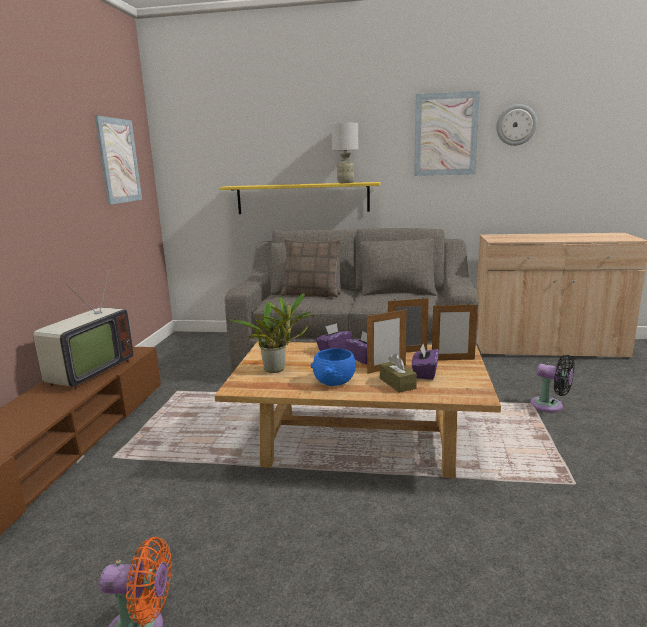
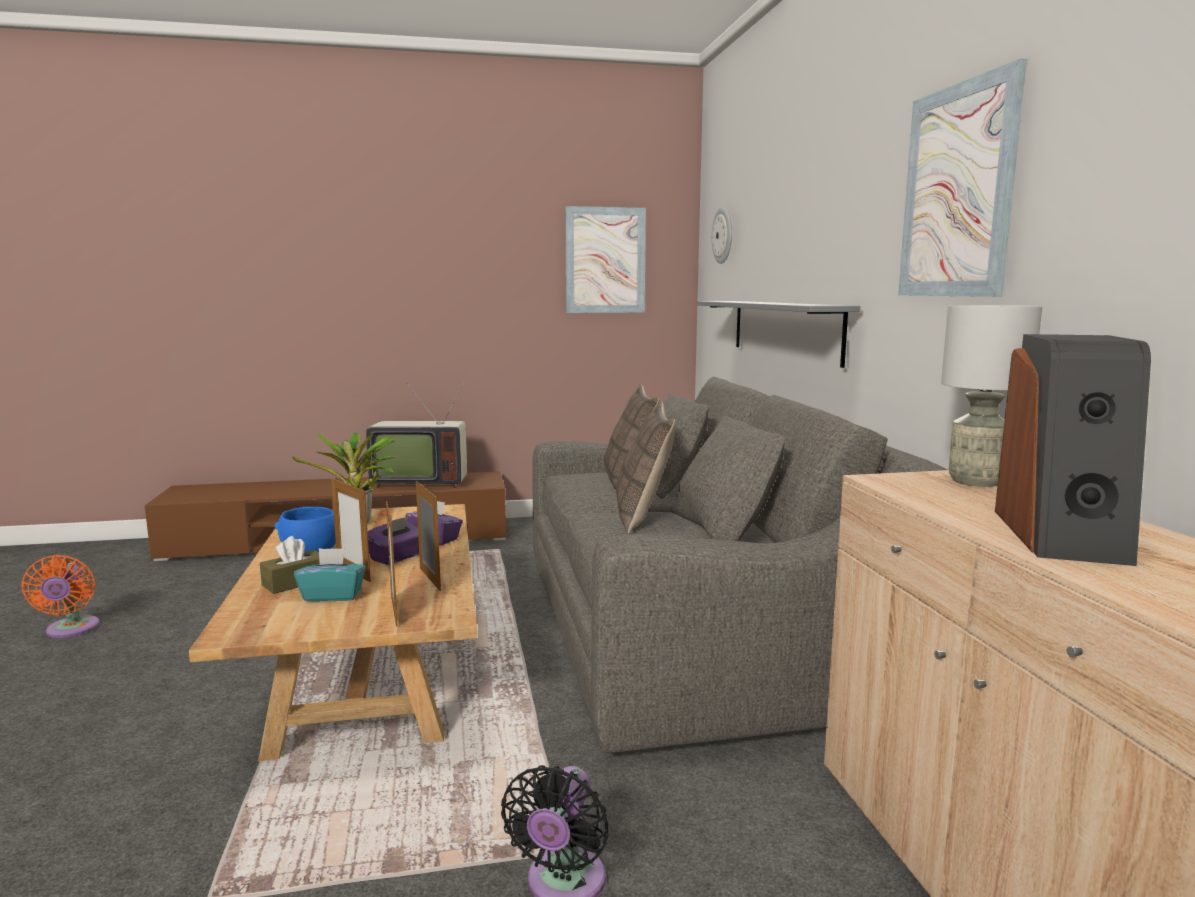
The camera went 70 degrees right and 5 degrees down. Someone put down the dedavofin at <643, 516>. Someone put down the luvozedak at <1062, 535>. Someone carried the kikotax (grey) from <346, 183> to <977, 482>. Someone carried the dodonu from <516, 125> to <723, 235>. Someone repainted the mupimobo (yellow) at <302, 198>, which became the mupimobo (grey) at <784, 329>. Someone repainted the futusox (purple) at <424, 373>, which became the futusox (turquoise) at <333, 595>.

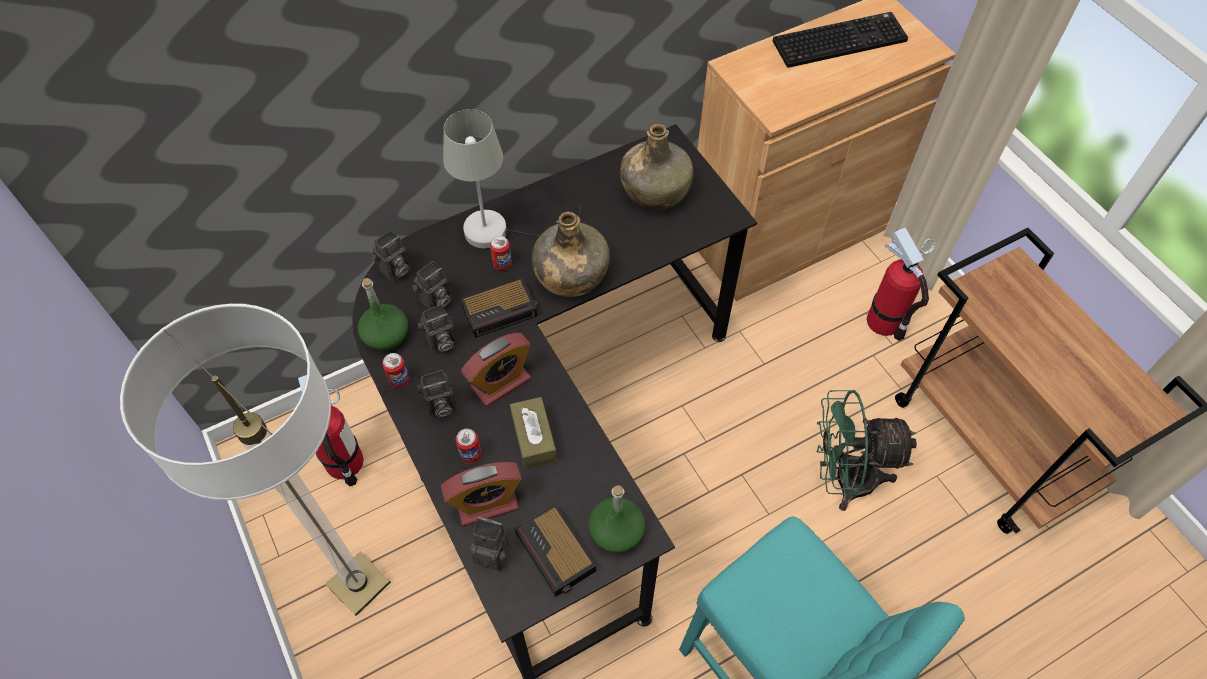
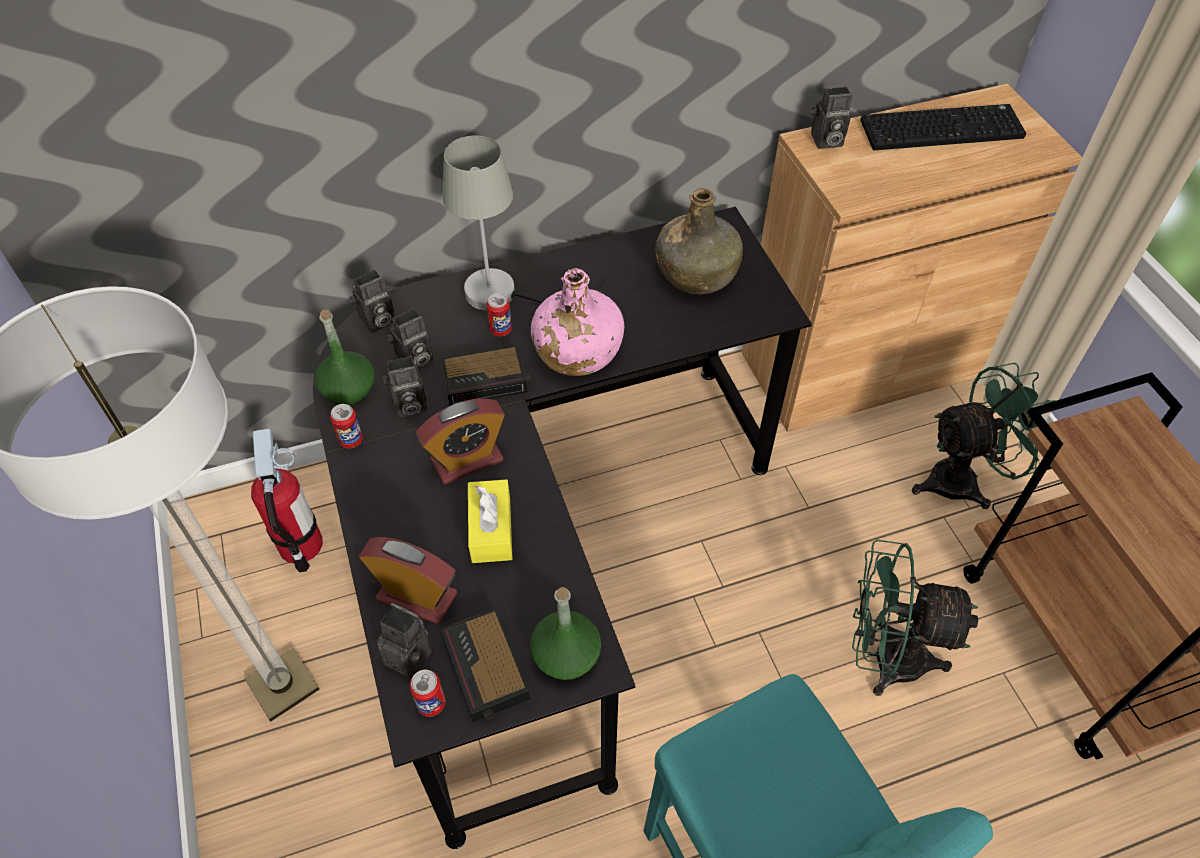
The camera went 10 degrees right and 5 degrees down. Someone carried the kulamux from <440, 406> to <825, 141>. Someone carried the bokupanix from <471, 455> to <431, 703>. Someone swapped the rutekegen at <884, 321> for the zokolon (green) at <963, 480>. Someone repainted the futusox (brown) at <534, 438>, which became the futusox (yellow) at <491, 529>. Someone repainted the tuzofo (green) at <570, 274>, which became the tuzofo (pink) at <577, 351>. Someone rotated the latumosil at <487, 504> by 150 degrees counterclockwise.

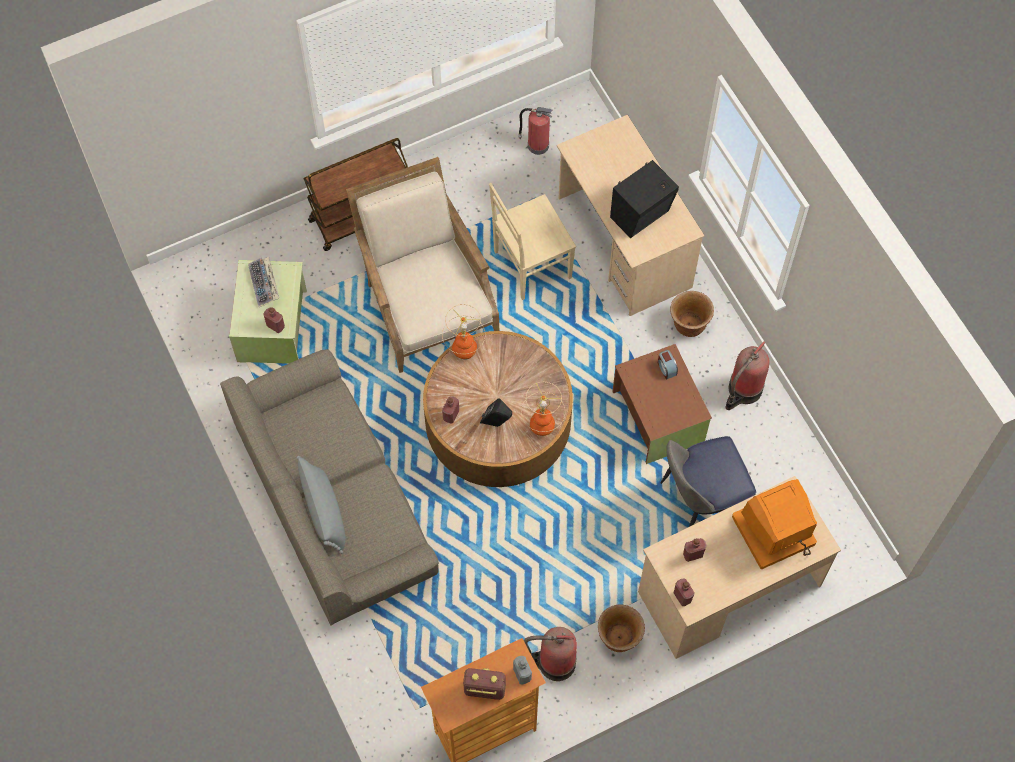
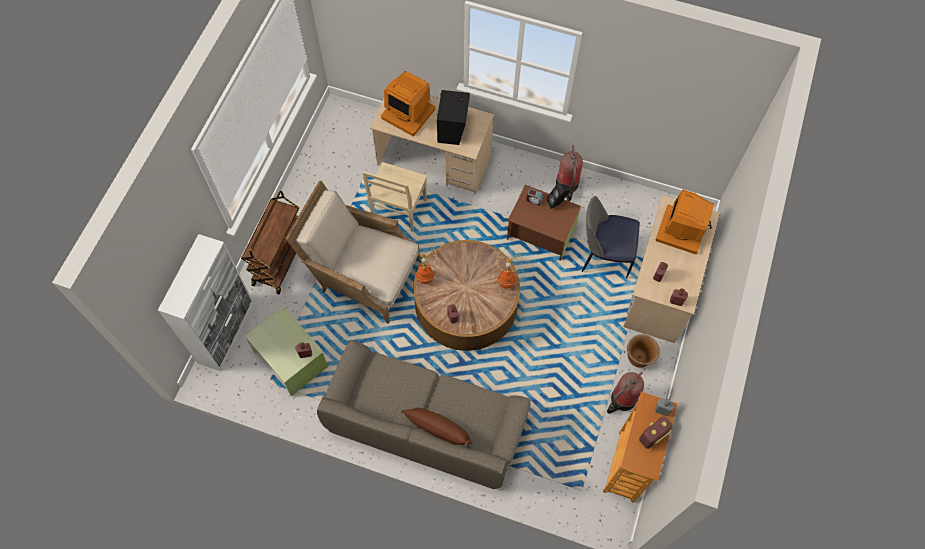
The camera went 45 degrees left and 0 degrees up. Someone took away the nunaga at <264, 284>. Someone took away the rutekegen at <537, 145>. Someone took away the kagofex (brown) at <689, 326>. Someone put down the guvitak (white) at <226, 332>. Someone put down the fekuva at <409, 113>. Someone carried the luvozedak (black) from <497, 423> to <557, 203>. Someone repainted the dedavofin (grey) at <324, 511>, which became the dedavofin (brown) at <438, 429>. Someone rotated the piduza at <700, 501> by 75 degrees clockwise.

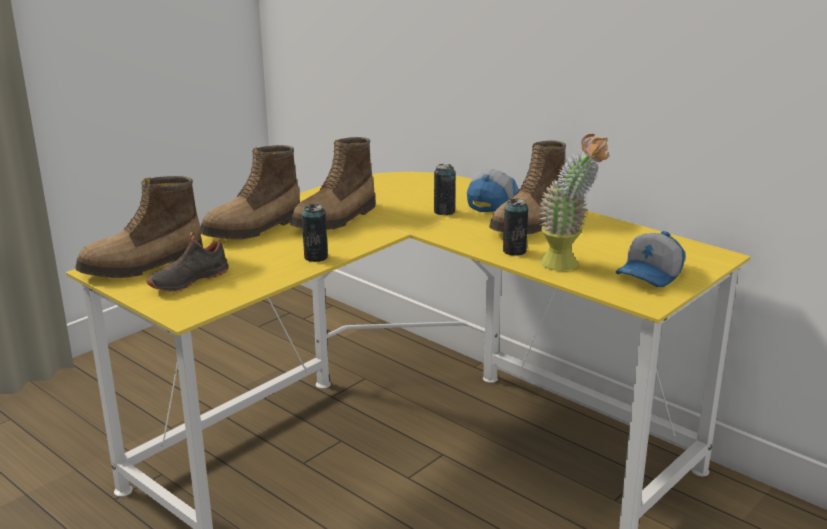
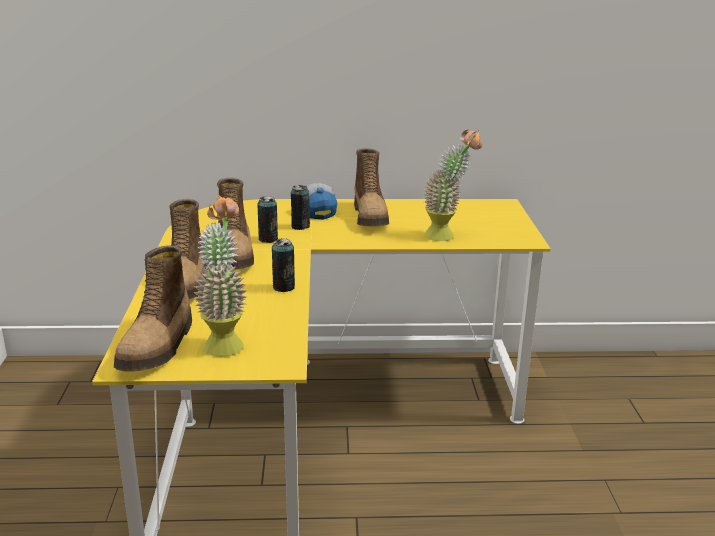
The camera went 45 degrees left and 0 degrees up. Someone took away the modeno at <651, 275>. Someone carried the bokupanix from <514, 251> to <268, 239>. Someone swapped the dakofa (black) at <188, 280> for the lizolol at <225, 341>.

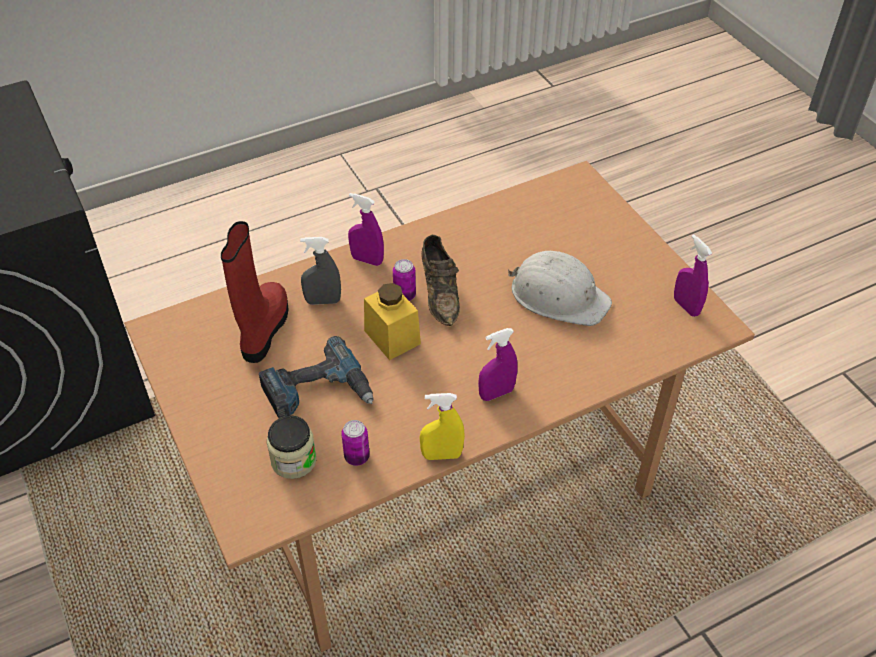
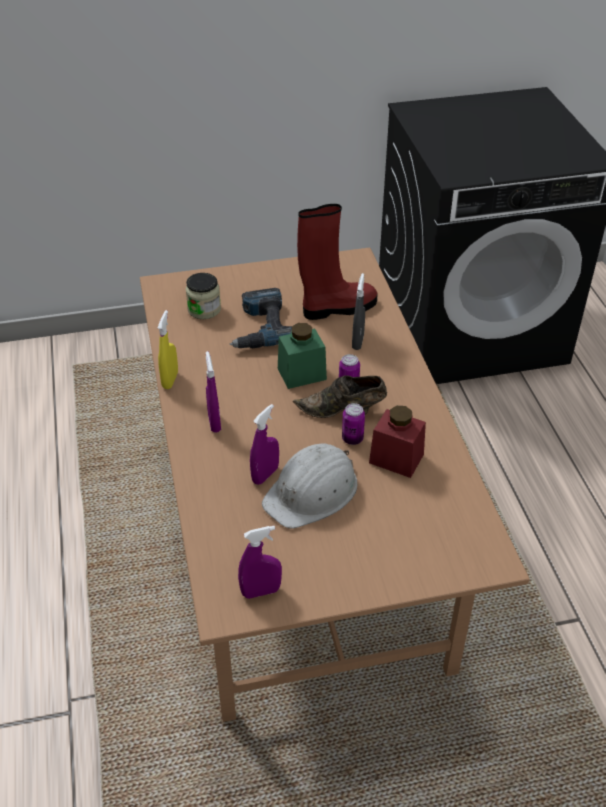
The camera went 105 degrees right and 5 degrees down. Someone put down the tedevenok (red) at <396, 458>. Someone carried the bokupanix from <357, 457> to <352, 439>. Someone carried the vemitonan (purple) from <367, 260> to <265, 475>. Someone repainted the tedevenok (yellow) at <392, 337>, which became the tedevenok (green) at <301, 374>. Someone rotated the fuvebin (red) at <263, 329> by 45 degrees counterclockwise.

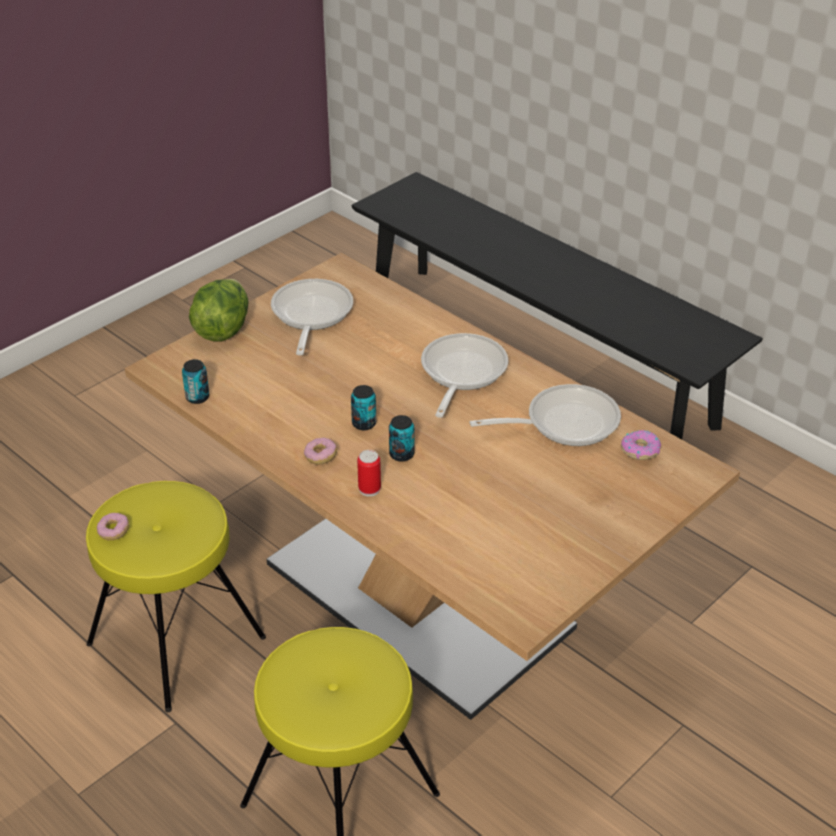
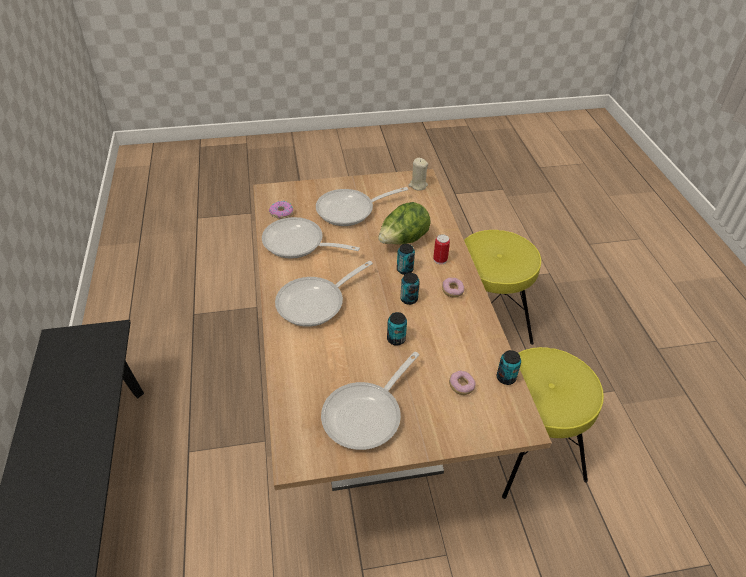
The camera went 145 degrees left and 5 degrees up. Someone put down the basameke at <350, 210>. Someone put down the bokupanix at <396, 339>. Someone put down the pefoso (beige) at <418, 185>. Someone carried the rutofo from <114, 531> to <461, 386>. Someone carried the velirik from <222, 329> to <403, 241>.

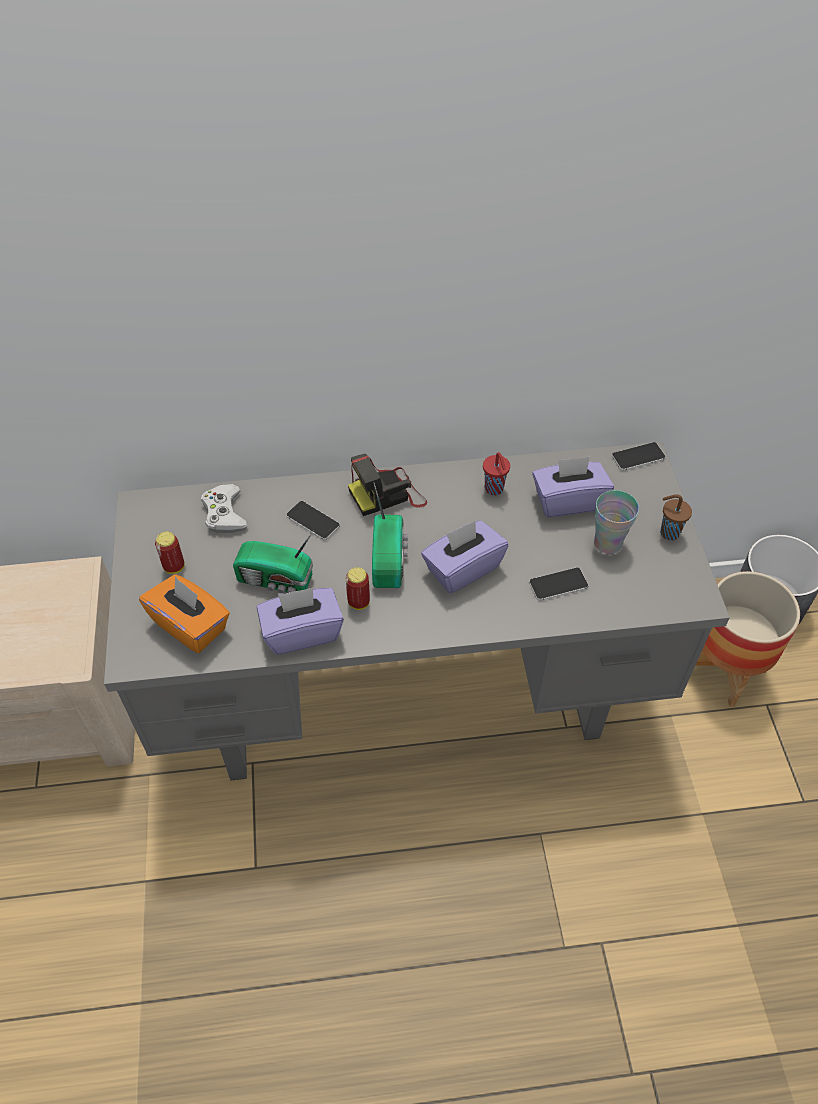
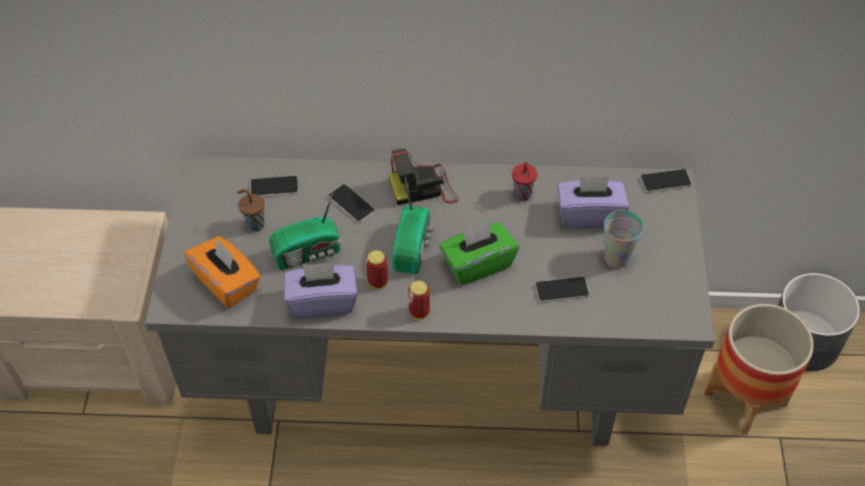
The camera went 10 degrees right and 0 degrees up. Someone carried the bokupanix from <174, 567> to <419, 312>. Someone carried the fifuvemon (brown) from <668, 533> to <254, 224>. Someone swapped the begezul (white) at <224, 513> for the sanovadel at <274, 187>. Someone repainted the futusox (purple) at <462, 568>, which became the futusox (green) at <477, 264>. Someone rotated the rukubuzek at <276, 580> by 45 degrees counterclockwise.

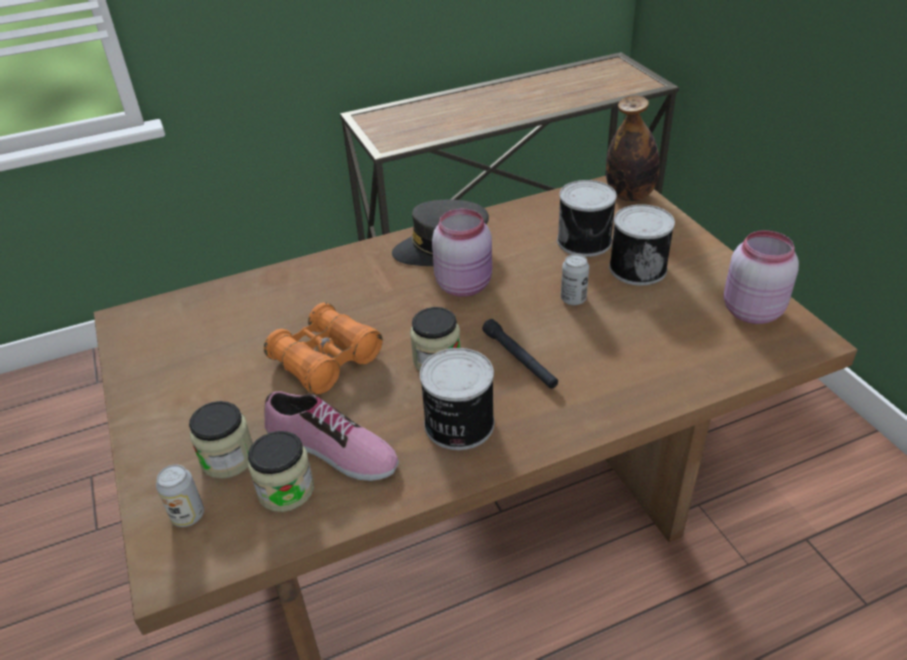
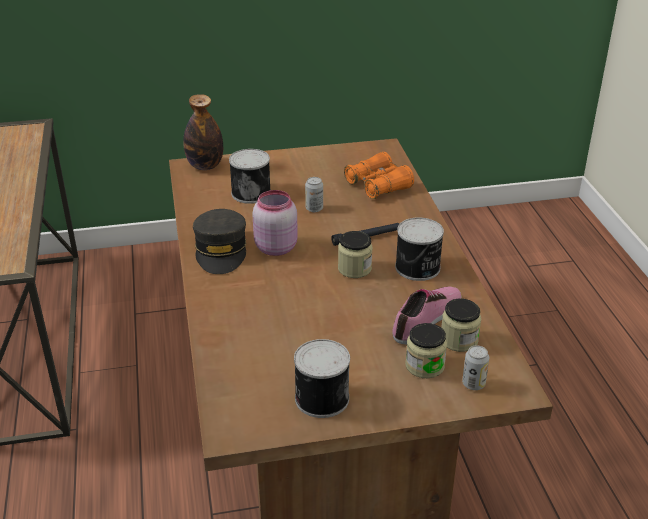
The camera went 80 degrees left and 5 degrees down. Someone took away the tedevenok (pink) at <750, 311>. Someone carried the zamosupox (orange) from <326, 360> to <378, 185>. Someone carried the bokupanix from <637, 267> to <320, 398>.

